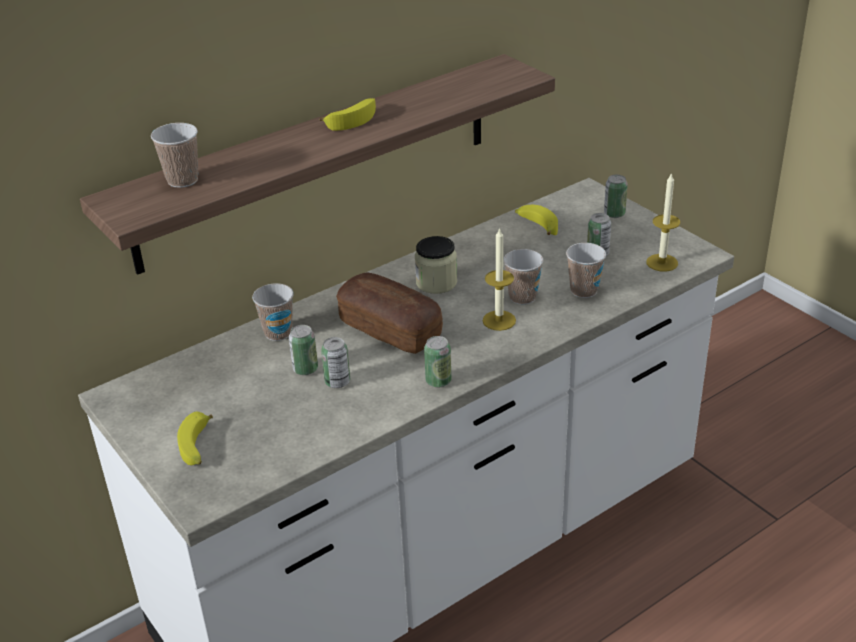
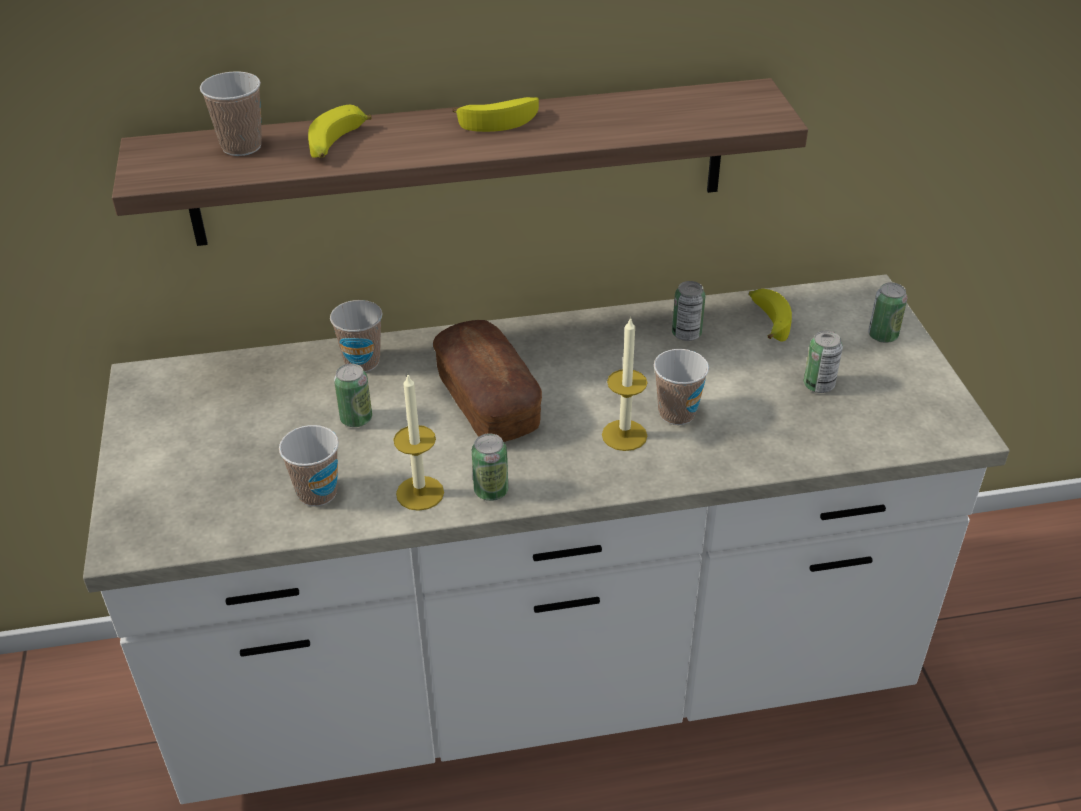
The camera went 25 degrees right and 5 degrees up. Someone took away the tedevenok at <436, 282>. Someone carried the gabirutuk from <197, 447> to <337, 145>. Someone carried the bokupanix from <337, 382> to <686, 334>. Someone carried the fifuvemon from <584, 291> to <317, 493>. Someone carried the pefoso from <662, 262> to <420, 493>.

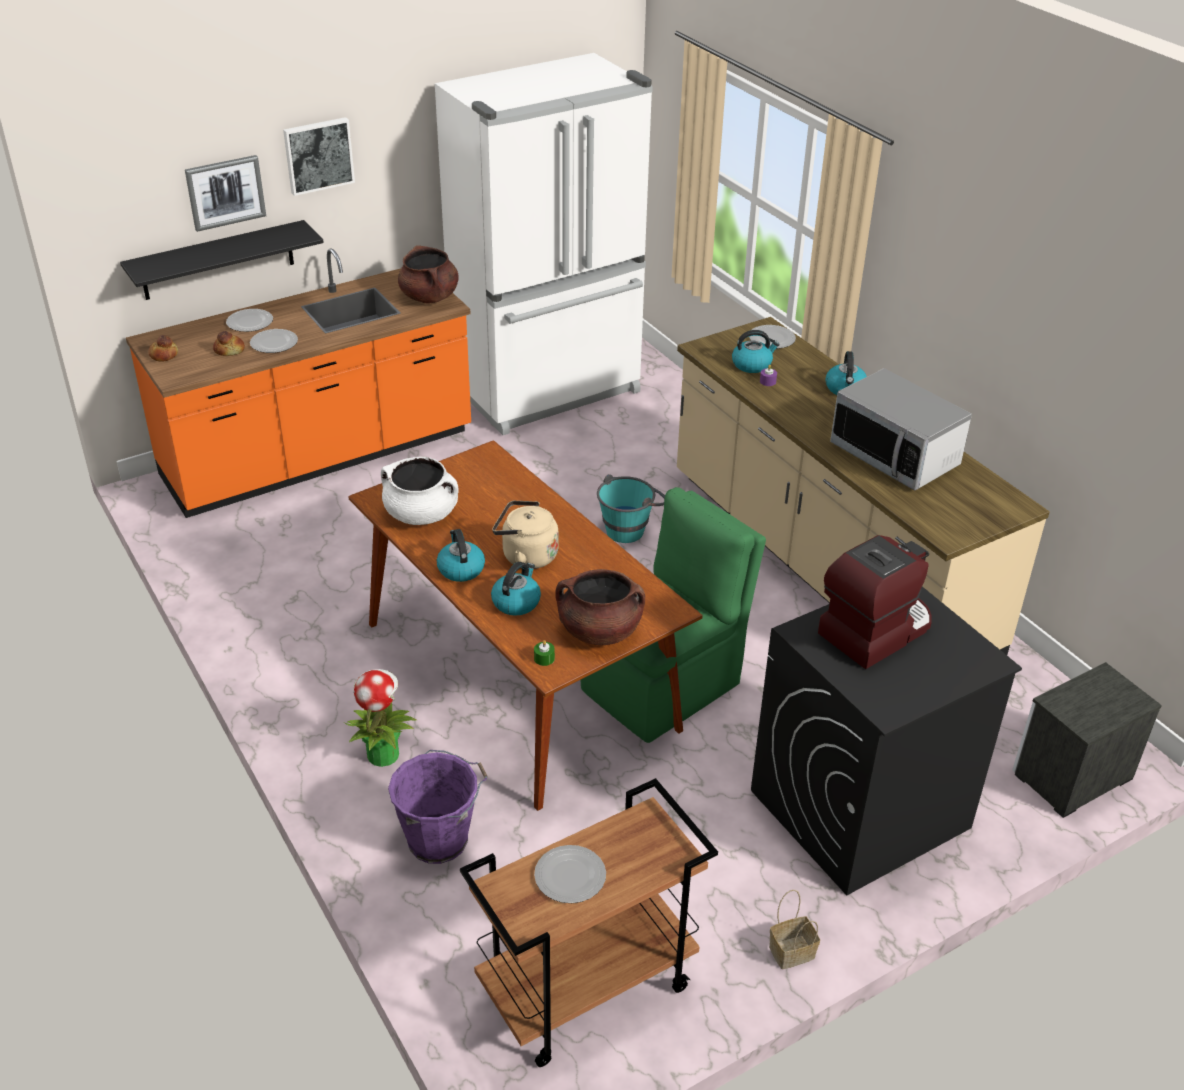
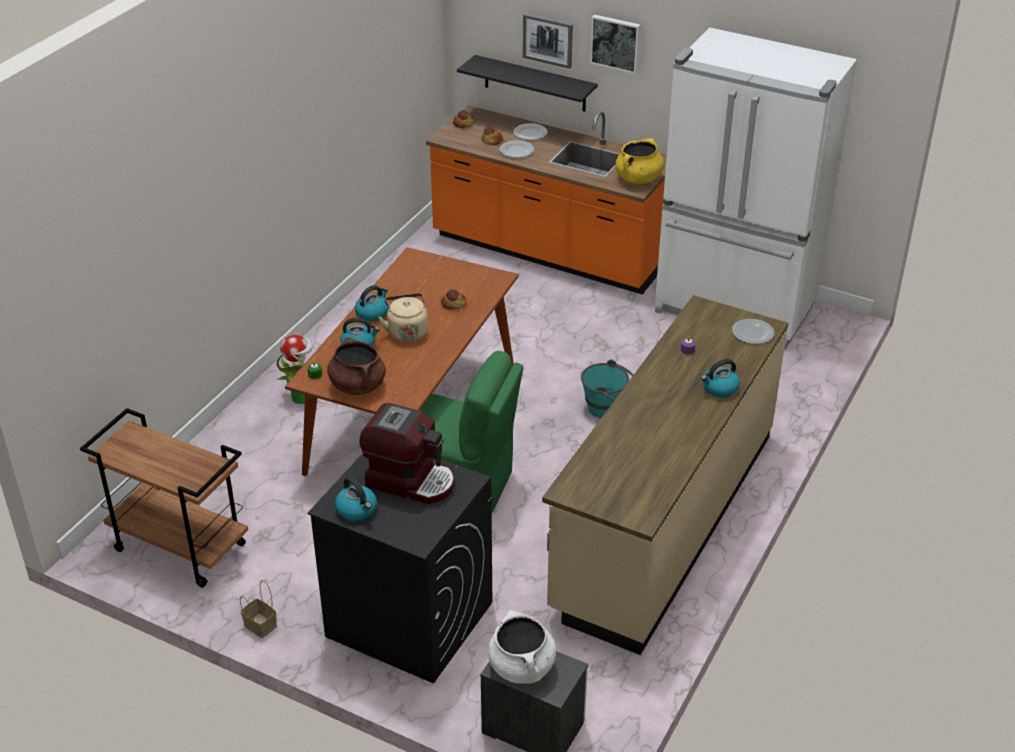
The camera went 60 degrees right and 0 degrees up. Someone took away the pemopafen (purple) at <440, 839>. Someone took away the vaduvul at <571, 876>. Someone took away the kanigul at <895, 456>. Someone put down the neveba at <453, 304>. Someone carried the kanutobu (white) from <422, 514> to <522, 667>. Someone carried the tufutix from <752, 364> to <357, 510>. Someone repainted the kanutobu (brown) at <429, 297>, which became the kanutobu (yellow) at <638, 179>.

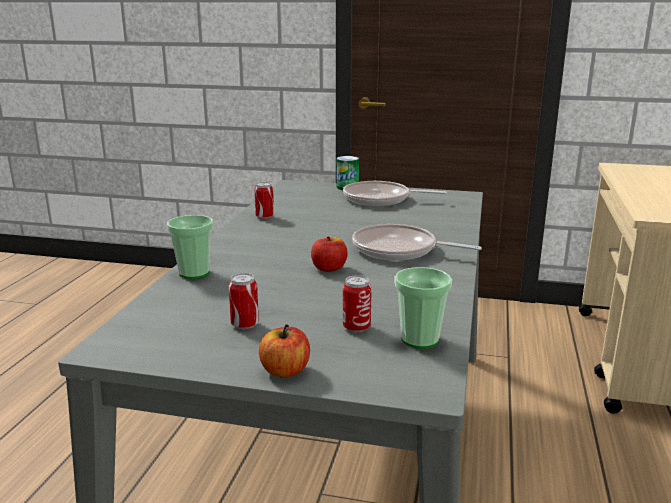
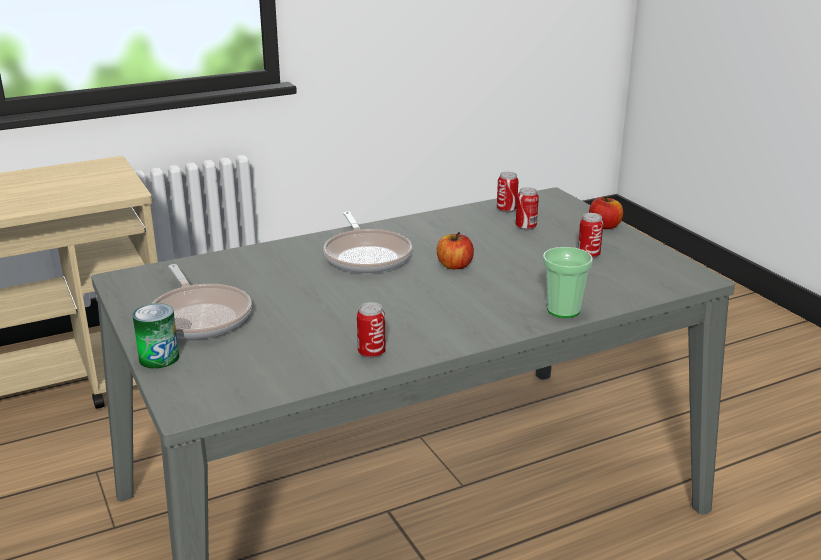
The camera went 130 degrees left and 5 degrees up. Someone swapped the fifuvemon at <420, 339> for the bokupanix at <506, 209>.

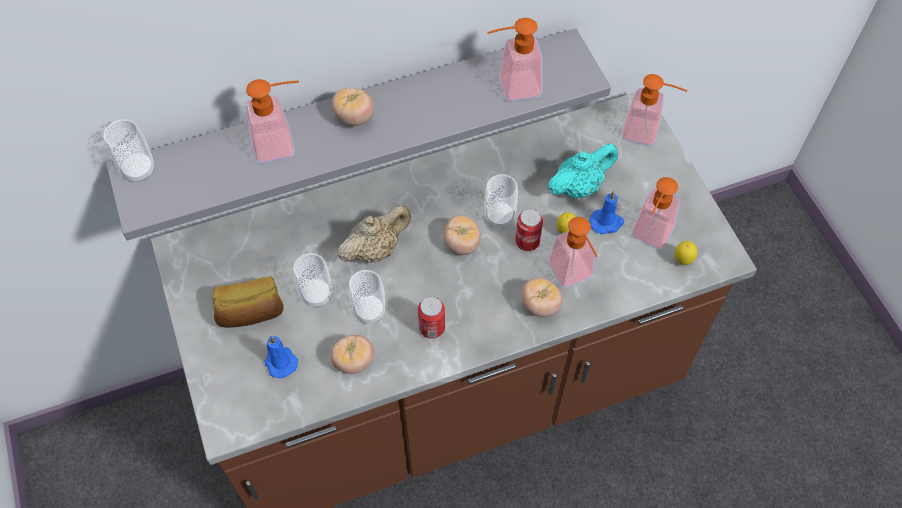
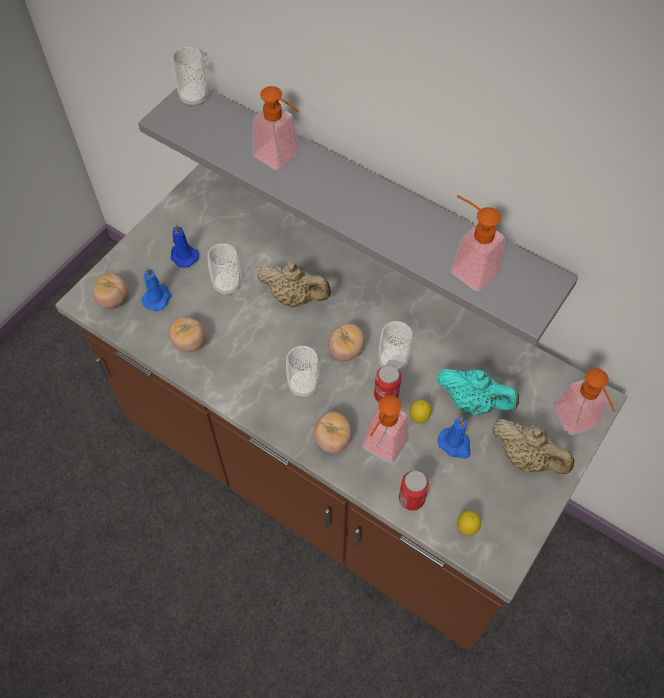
The camera went 55 degrees right and 0 degrees up. Someone took away the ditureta at <648, 237>. Someone put down the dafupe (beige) at <526, 457>. Someone carried the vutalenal from <354, 118> to <113, 299>. Someone carried the fifuvemon from <369, 311> to <303, 385>. Someone carried the bokupanix from <432, 328> to <411, 499>. Someone swapped the neveba at <251, 313> for the pefoso (blue) at <183, 256>.

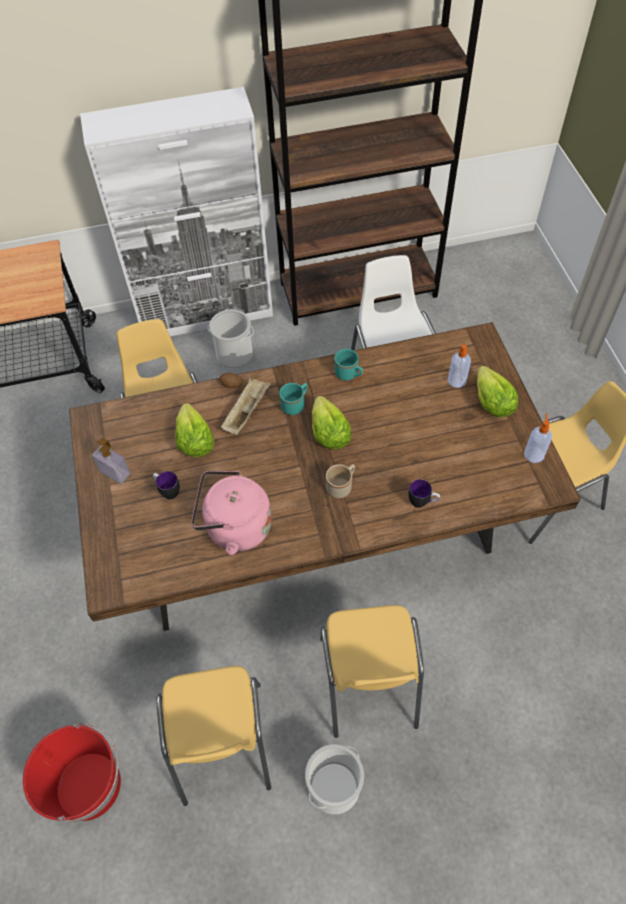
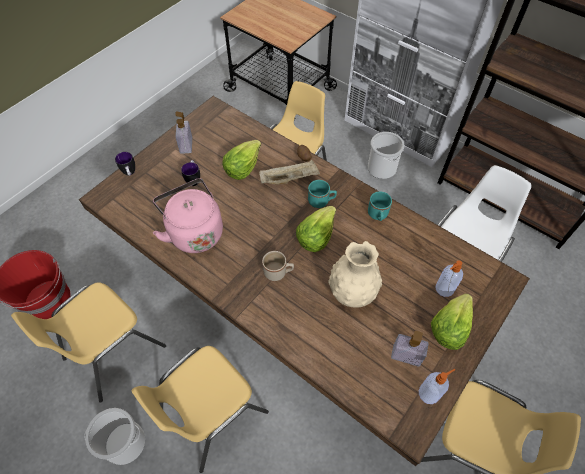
The camera went 50 degrees right and 0 degrees up. Someone put down the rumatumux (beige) at <352, 292>. Someone put down the ditureta at <406, 355>. Someone carried the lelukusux from <422, 502> to <130, 174>.

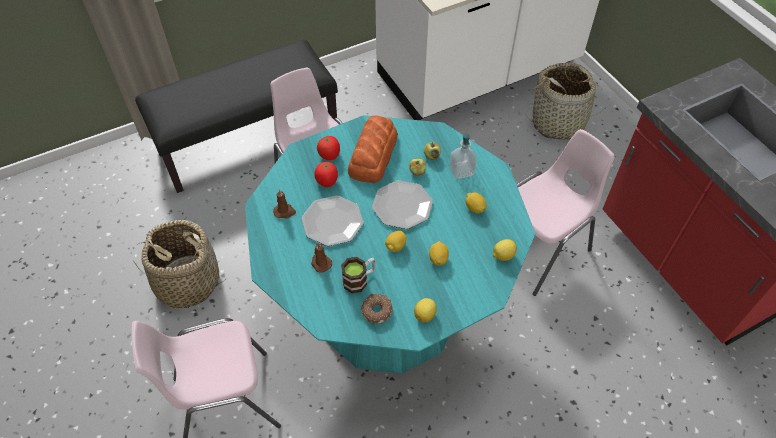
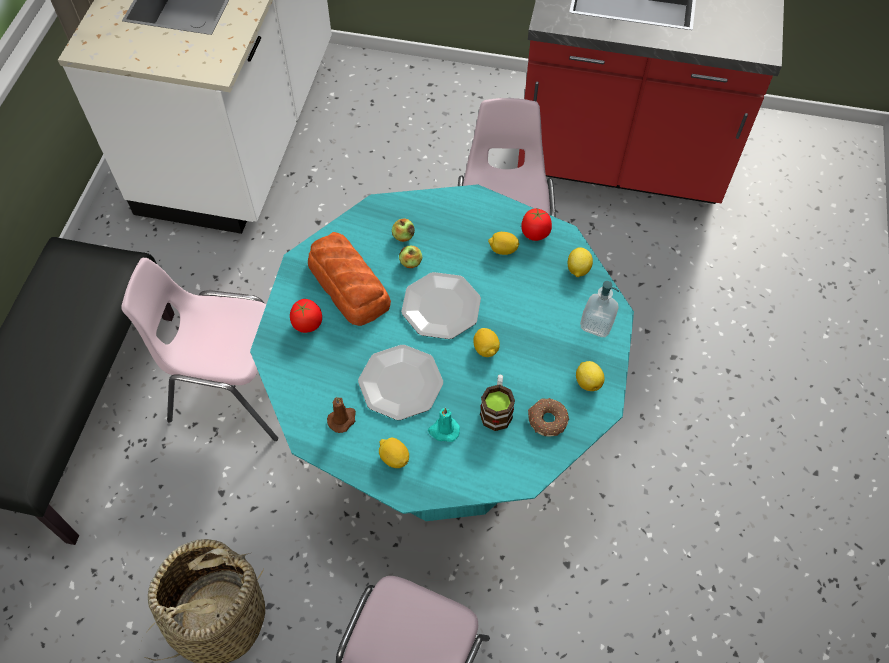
The camera went 50 degrees left and 5 degrees up. Someone took away the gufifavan at <558, 122>. Someone carried the vutalenal from <327, 181> to <535, 233>. Someone carried the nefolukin from <438, 259> to <394, 458>. Someone carried the ditureta from <461, 171> to <596, 324>. Someone repainted the pefoso (brown) at <320, 263>, which became the pefoso (turquoise) at <443, 430>.

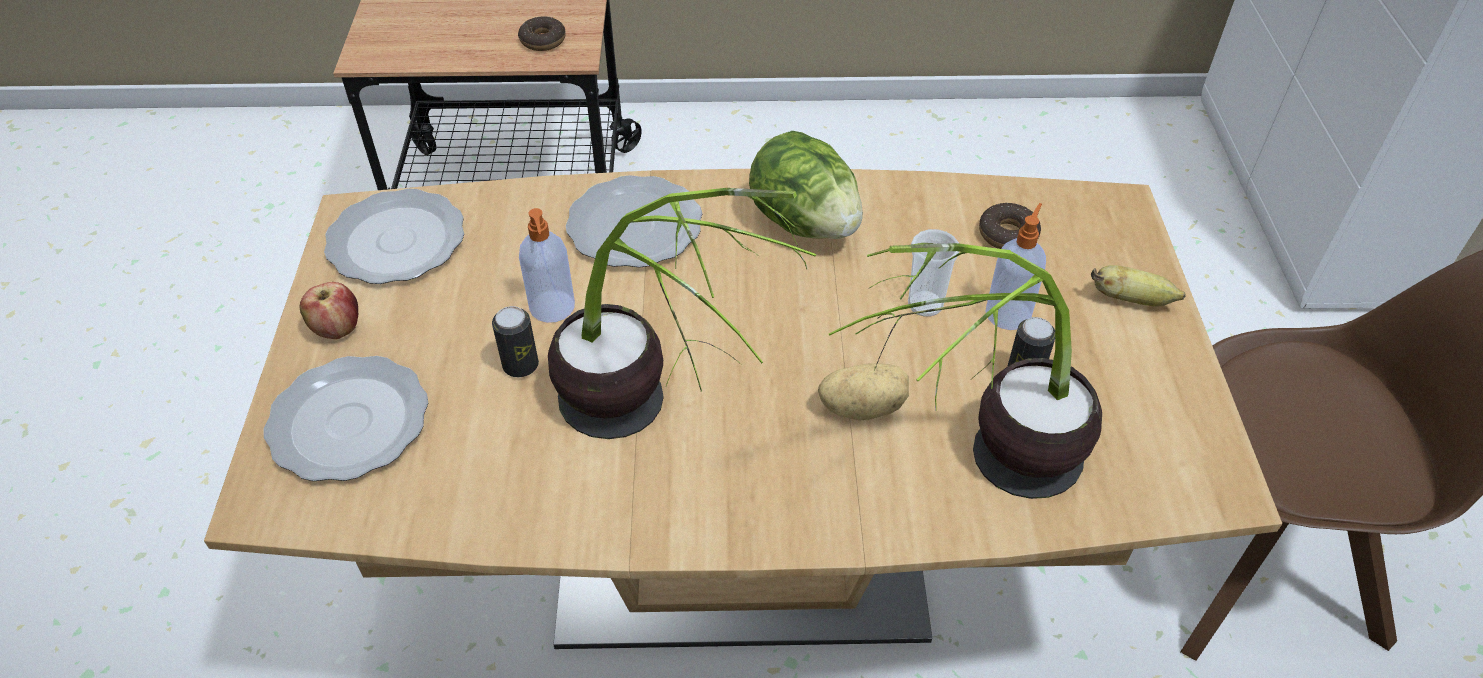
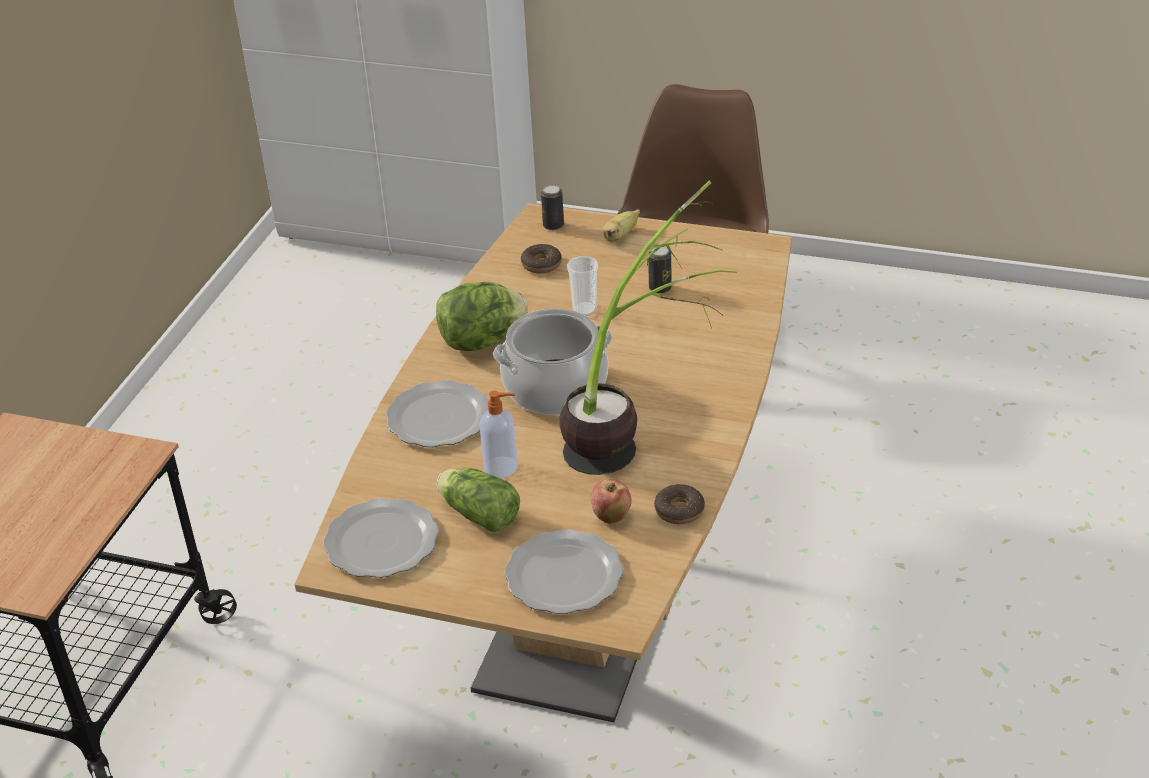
The camera went 70 degrees left and 10 degrees down. Someone took away the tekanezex at <862, 406>. Someone took away the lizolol at <971, 478>. Someone took away the ditureta at <1008, 312>. Someone put down the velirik at <477, 513>. Someone put down the kanutobu at <555, 388>. Someone carried the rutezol from <338, 329> to <611, 517>. Someone carried the bokupanix from <520, 365> to <553, 225>. Someone carried the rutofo from <543, 40> to <679, 510>.

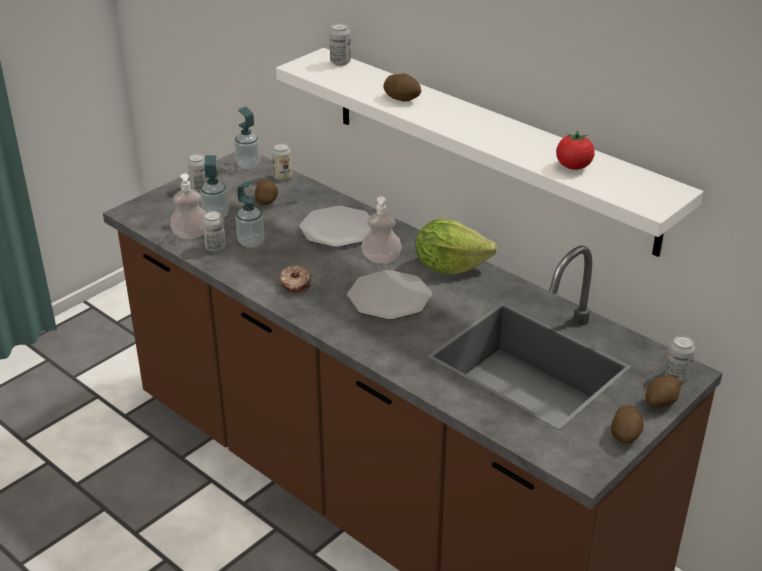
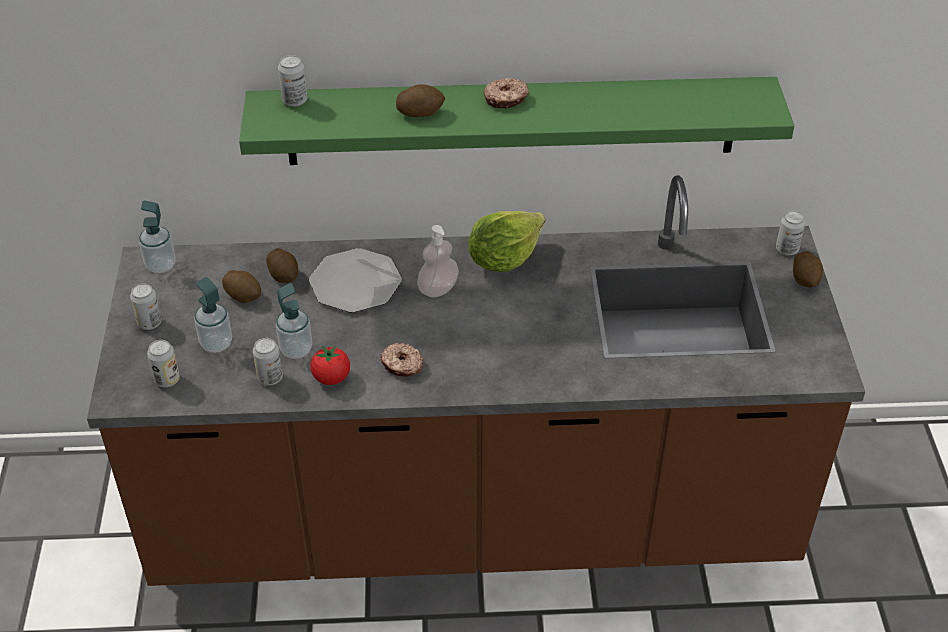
The camera went 45 degrees left and 10 degrees up. Someone took away the ditureta at <191, 234>. Someone took away the vaduvul at <389, 297>. Someone put down the rutofo at <506, 99>. Someone carried the bokupanix from <282, 177> to <167, 380>. Someone carried the vutalenal from <573, 167> to <331, 378>. Someone carried the tekanezex from <625, 435> to <284, 275>. Someone repainted the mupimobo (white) at <489, 147>, which became the mupimobo (green) at <512, 121>.

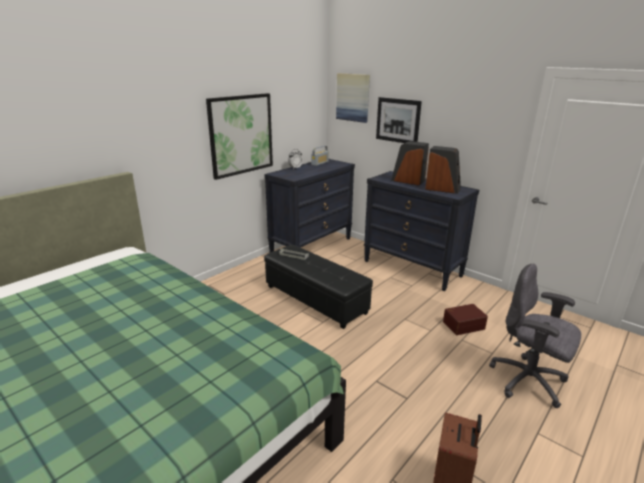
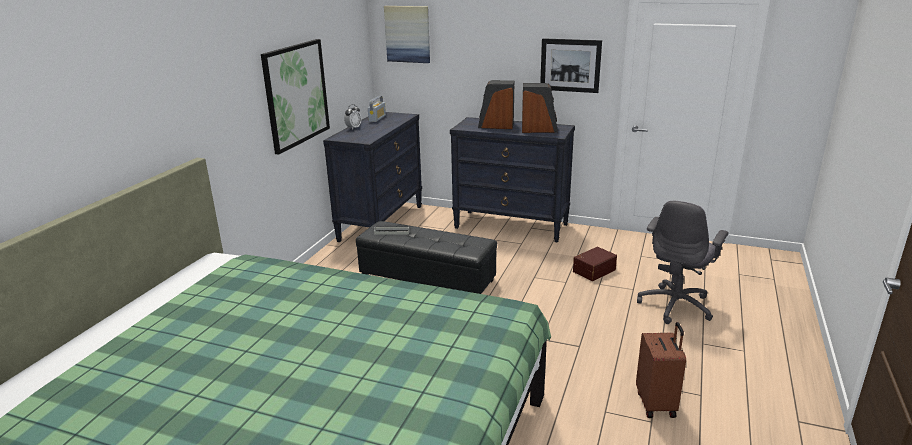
The camera went 20 degrees left and 0 degrees up. Someone carried the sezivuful from <398, 120> to <570, 65>. Someone rotated the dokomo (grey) at <528, 381> by 75 degrees counterclockwise.

